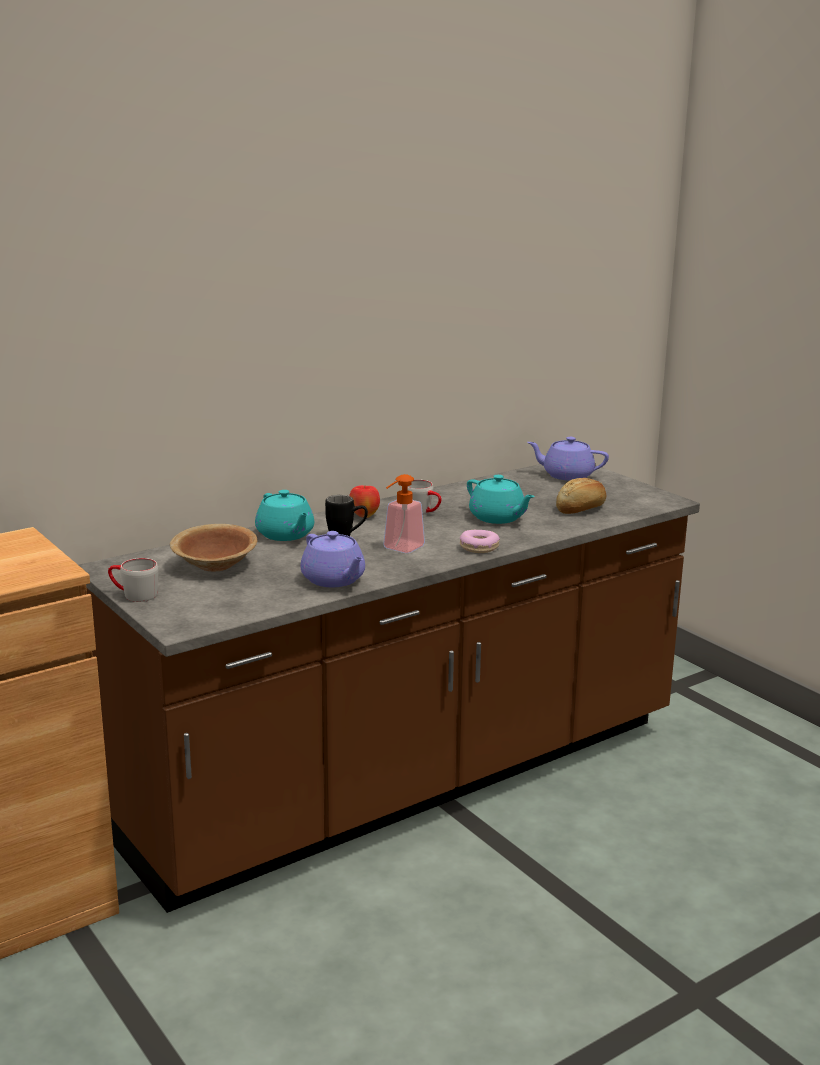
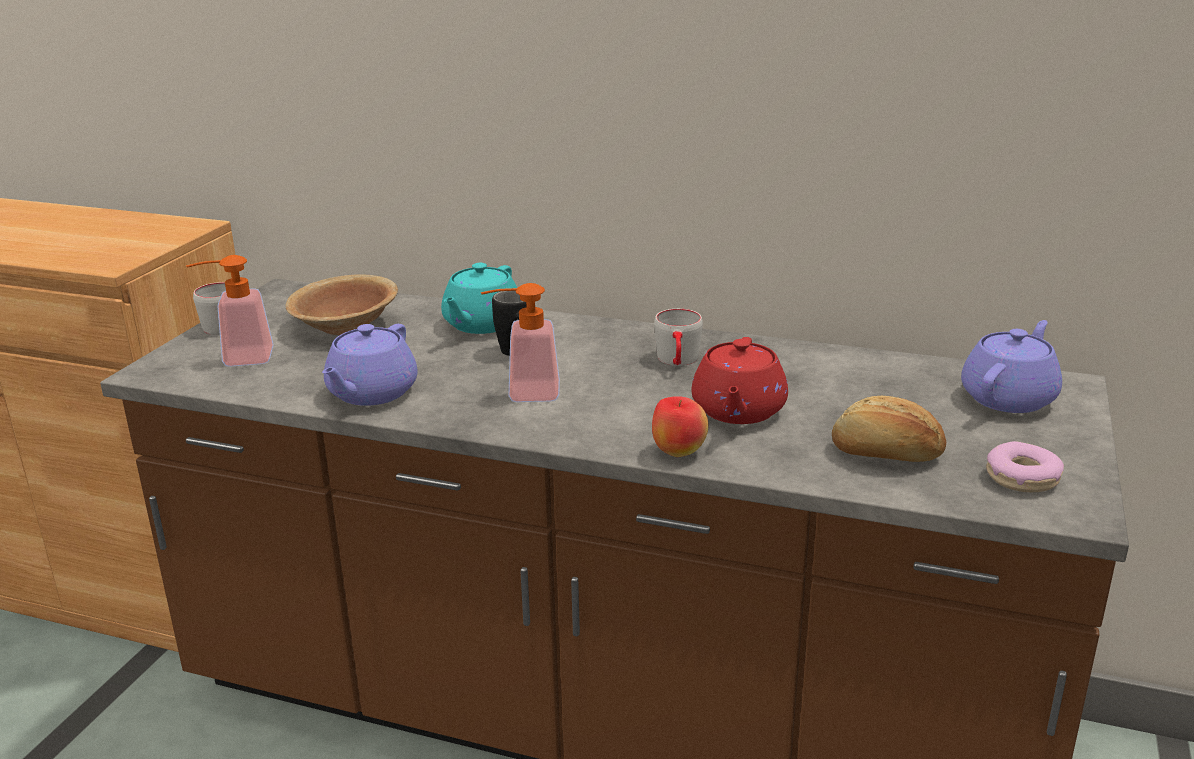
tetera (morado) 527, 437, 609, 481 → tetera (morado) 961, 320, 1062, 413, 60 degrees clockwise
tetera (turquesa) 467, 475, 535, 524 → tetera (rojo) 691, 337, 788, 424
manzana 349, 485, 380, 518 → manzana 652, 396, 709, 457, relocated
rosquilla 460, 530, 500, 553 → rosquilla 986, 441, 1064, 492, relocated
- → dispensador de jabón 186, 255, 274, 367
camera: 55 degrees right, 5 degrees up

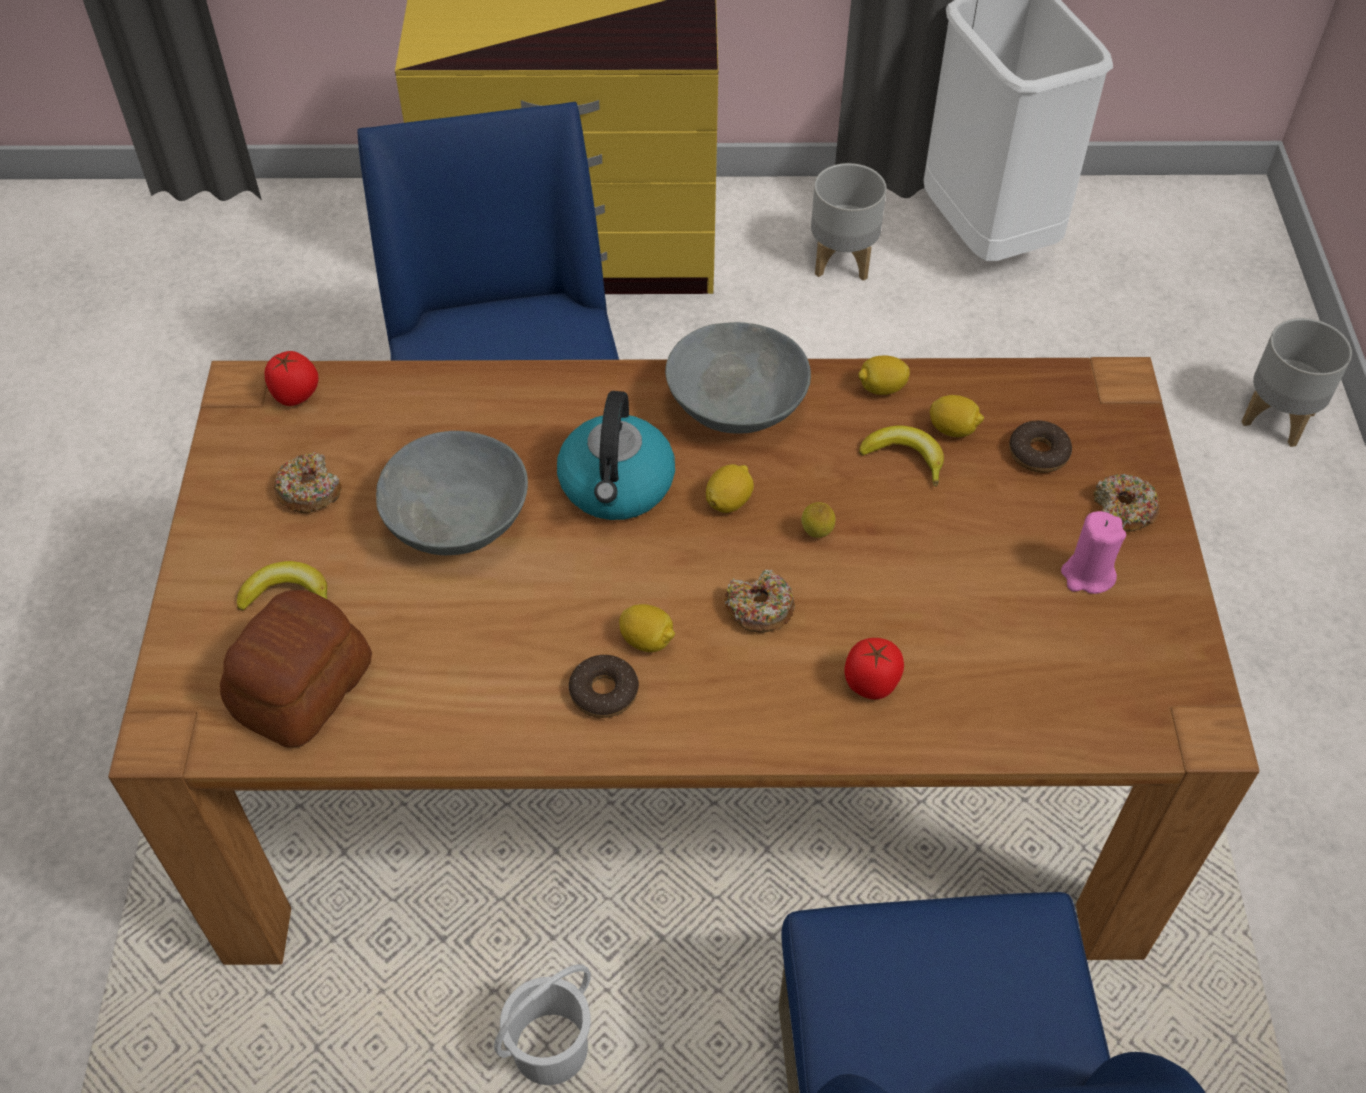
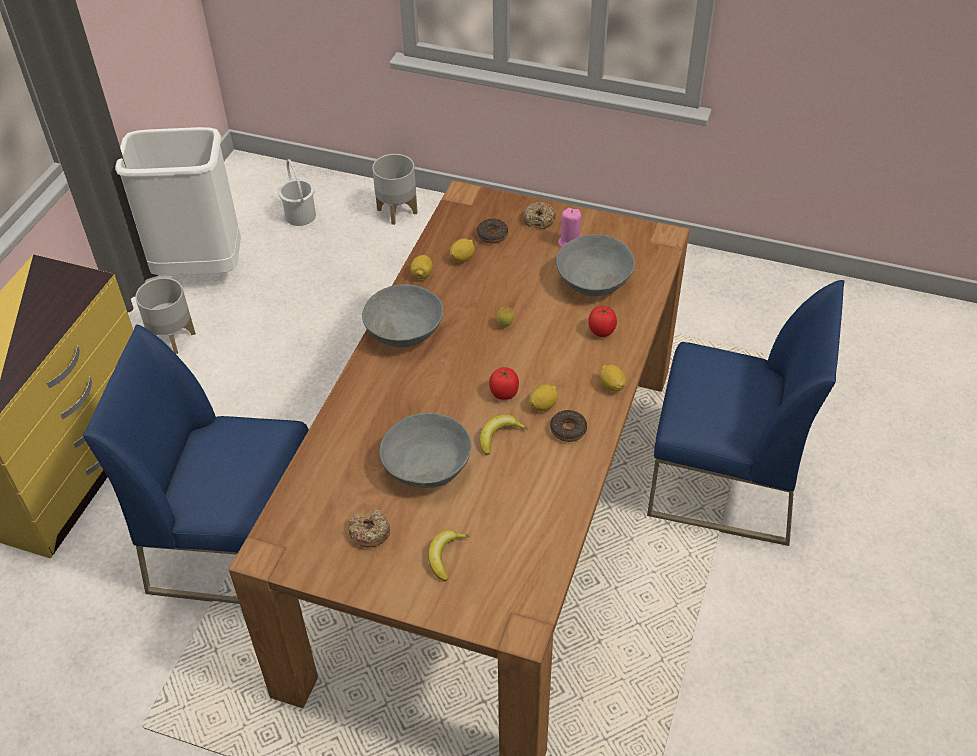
tomate 264, 351, 319, 406 → tomate 489, 367, 519, 400, relocated
hervidor 557, 391, 675, 520 → -
plátano 859, 425, 944, 487 → plátano 480, 414, 528, 455, relocated
limón 706, 464, 754, 513 → limón 600, 365, 626, 392, relocated
rosquilla 725, 569, 795, 633 → -
pan 220, 590, 372, 748 → -
cubo (blanco) 494, 964, 591, 1085 → cubo (blanco) 278, 159, 316, 226, relocated
- → cuenco (gris) 556, 235, 635, 296
camera: 70 degrees left, 5 degrees down

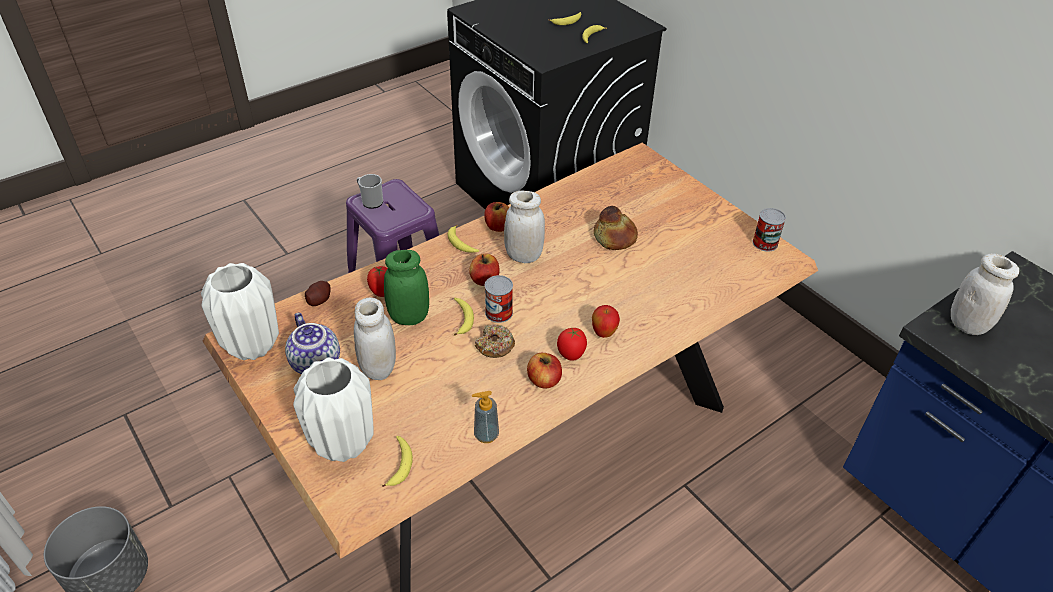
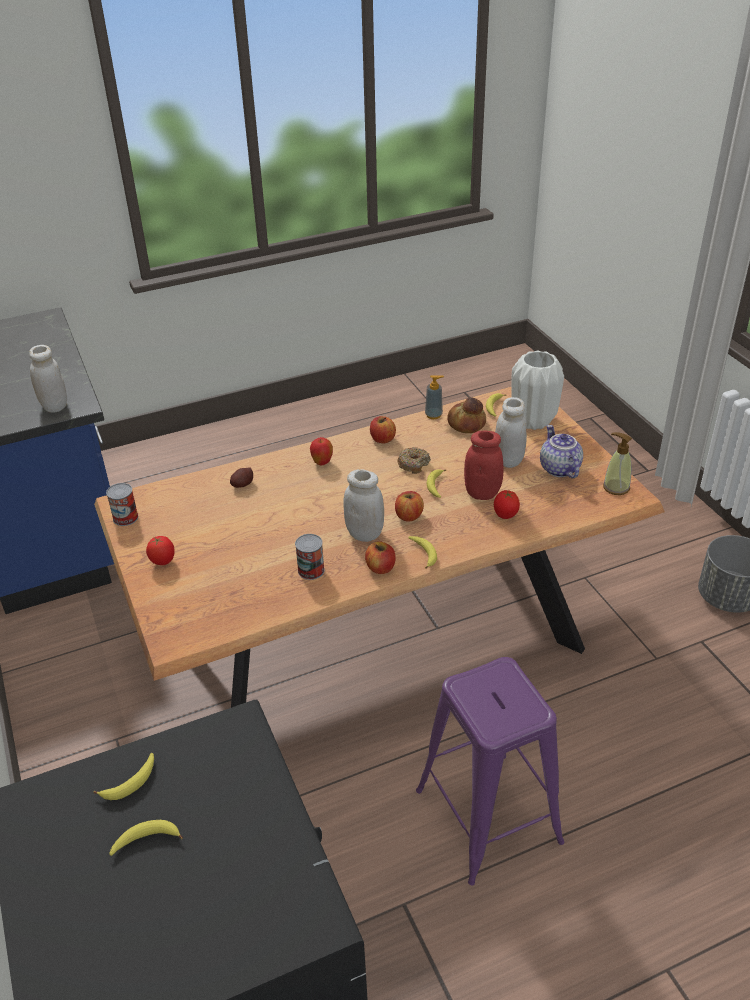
taza grande 357, 174, 383, 209 → -
pan 594, 206, 638, 250 → pan 447, 397, 486, 433, relocated
tarro (verde) 384, 250, 429, 325 → tarro (rojo) 464, 430, 503, 500
florero (blanco) 201, 263, 279, 360 → dispensador de jabón 603, 432, 632, 495
lata 484, 275, 513, 323 → lata 295, 534, 325, 580, relocated
patata 305, 281, 331, 306 → patata 230, 467, 253, 488, relocated
tomate 557, 328, 587, 360 → tomate 146, 536, 175, 565, relocated
camera: 165 degrees left, 5 degrees down

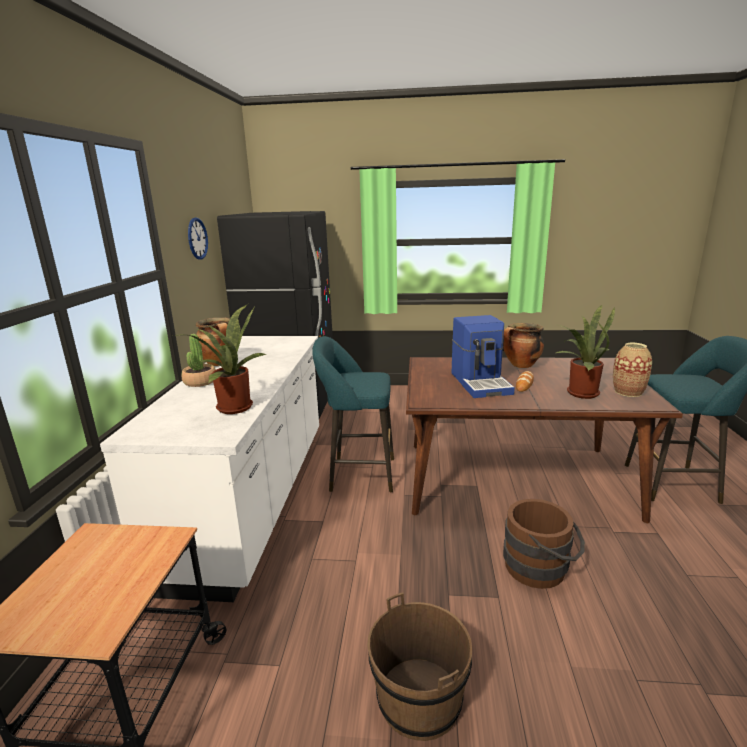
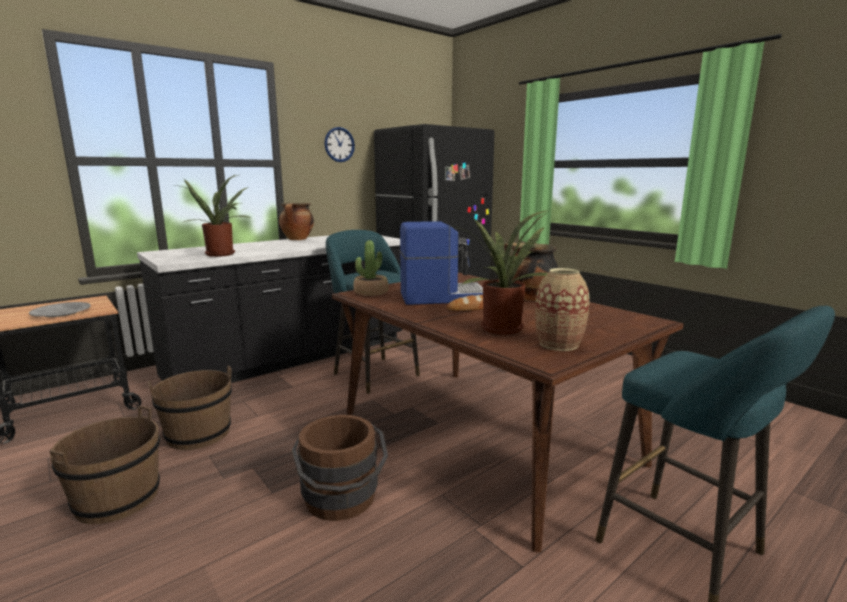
cafetera 452, 315, 515, 398 → cafetera 400, 221, 483, 305, 135 degrees counterclockwise
planta en maceta 182, 334, 216, 387 → planta en maceta 353, 240, 389, 296, relocated
mueble bajo de cocina (blanco) 100, 336, 319, 602 → mueble bajo de cocina (negro) 137, 235, 403, 383
- → plato (gris) 29, 302, 91, 317
- → cubo (marrón) 148, 365, 232, 450
camera: 45 degrees right, 5 degrees down

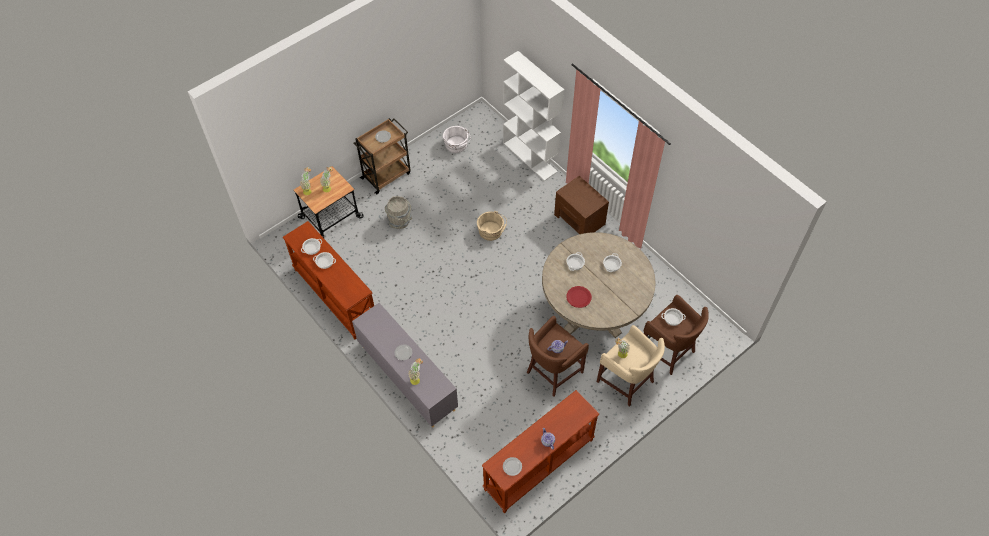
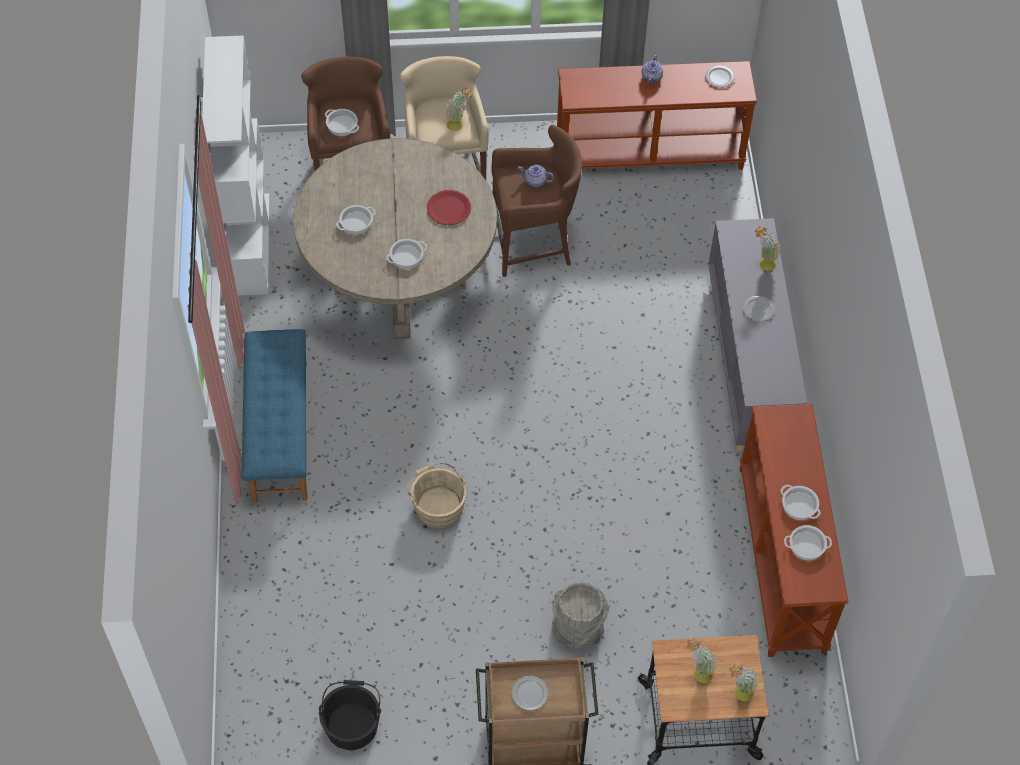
estantería (blanco) 503, 51, 564, 181 → estantería (blanco) 202, 36, 269, 296, relocated
cubo (blanco) 443, 126, 471, 153 → cubo (negro) 319, 680, 381, 750
mesita de noche (marrón) 554, 176, 609, 234 → banco (azul) 242, 329, 307, 503
camera: 145 degrees left, 0 degrees up

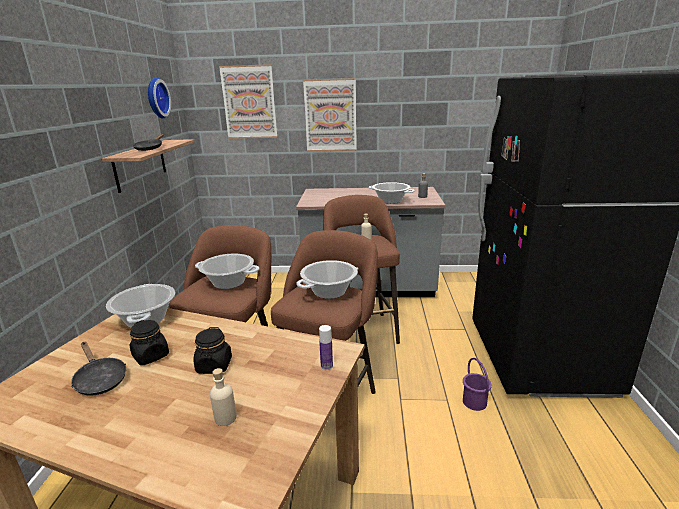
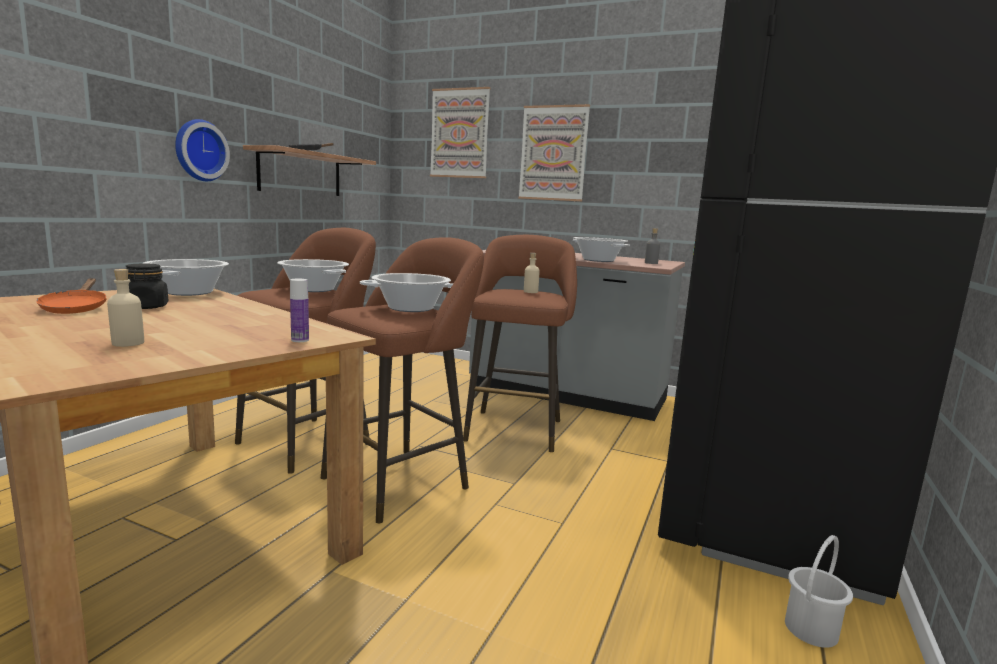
reloj de pared 148, 77, 171, 118 → reloj de pared 175, 119, 230, 181, relocated
tarro (negro) 193, 327, 232, 374 → -
sartén (negro) 71, 342, 126, 396 → sartén (naranja) 36, 278, 107, 314
cubo (morado) 463, 358, 492, 411 → -
- → cubo (blanco) 785, 535, 853, 648
camera: 20 degrees right, 10 degrees down

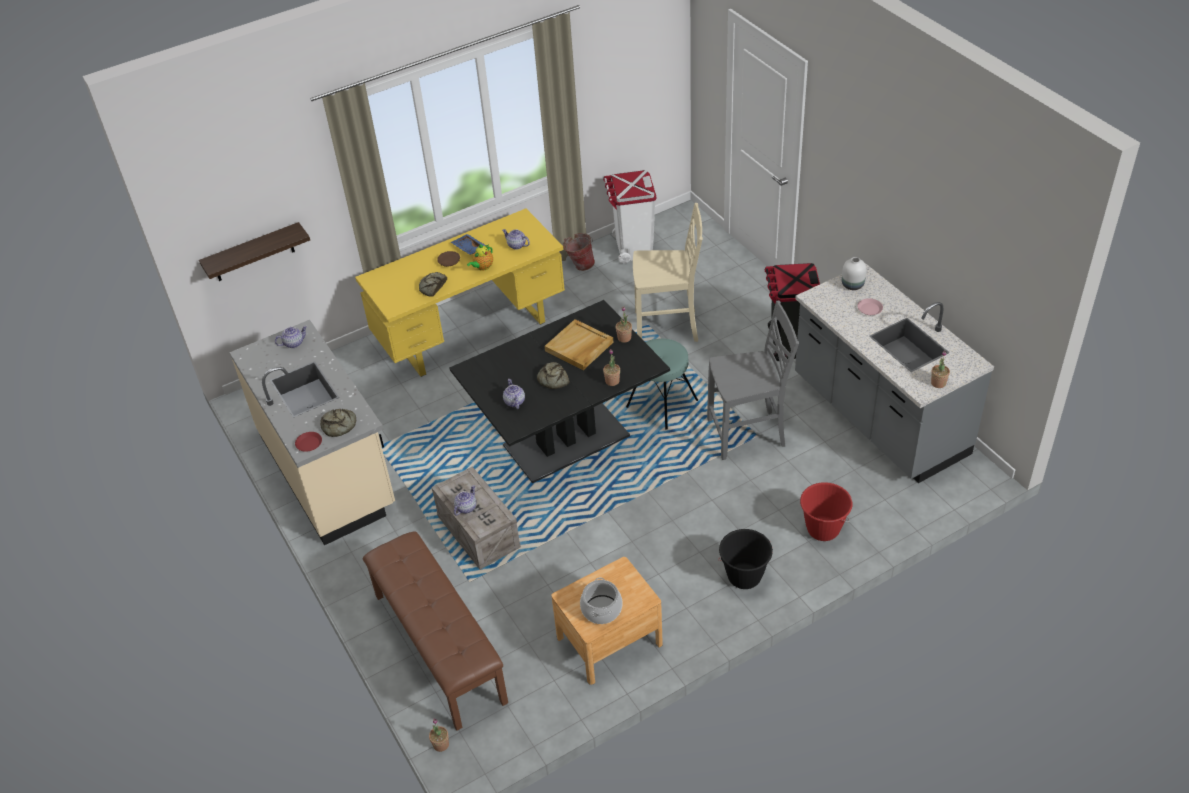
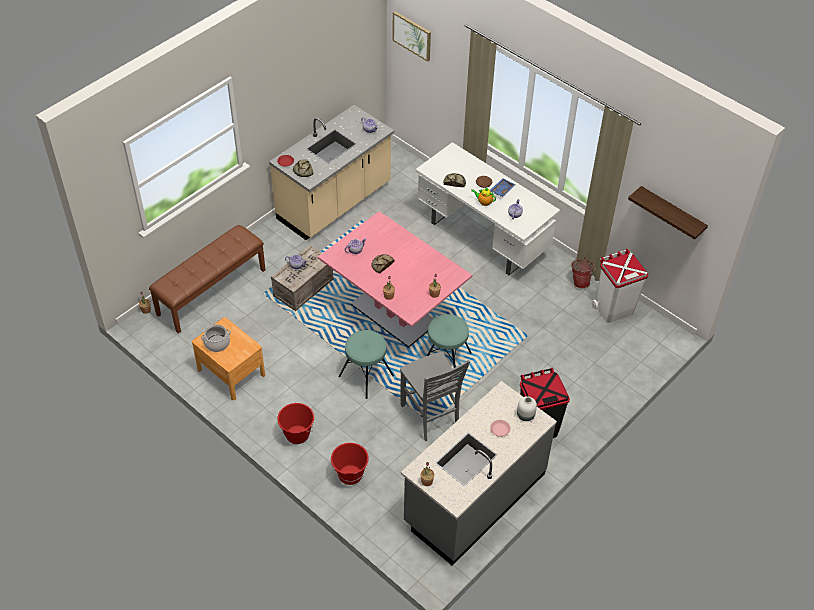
silla (beis) 633, 203, 703, 342 → -
escritorio (amarillo) 355, 209, 565, 377 → escritorio (blanco) 415, 142, 560, 275
estante 199, 222, 310, 281 → estante 628, 186, 708, 240, relocated
mesa de comedor (negro) 450, 300, 670, 483 → mesa de comedor (rosa) 318, 211, 472, 348
bandeja (beis) 545, 319, 613, 370 → -
cubo (negro) 718, 529, 773, 589 → cubo (rojo) 277, 403, 314, 444
- → cuadro 393, 11, 431, 62
- → taburete (turquesa) 339, 330, 394, 399
camera: 70 degrees right, 5 degrees up

